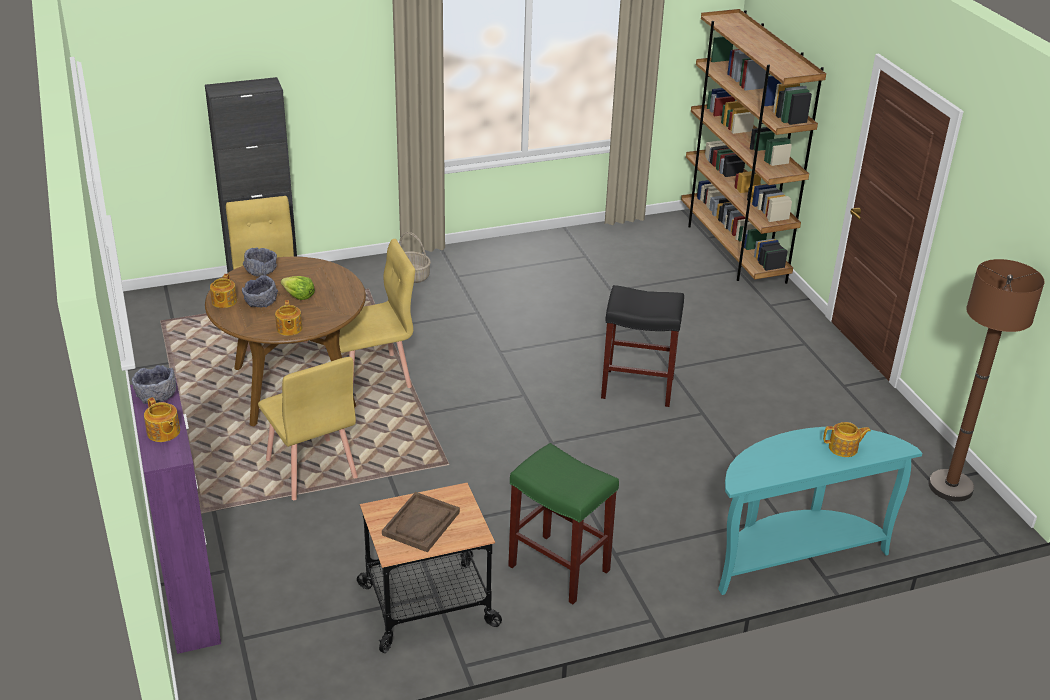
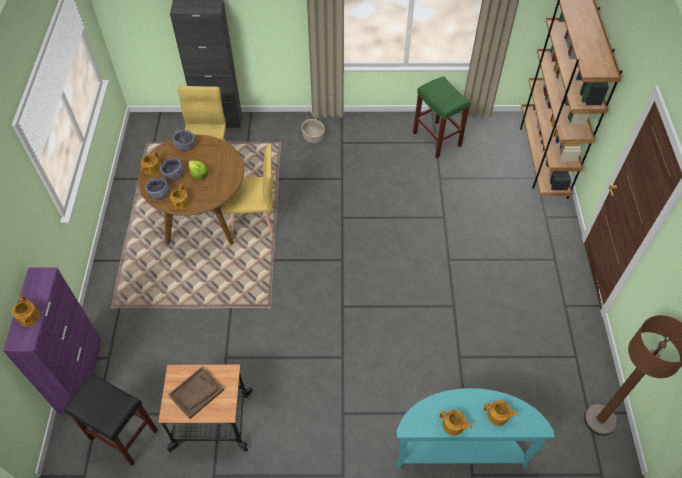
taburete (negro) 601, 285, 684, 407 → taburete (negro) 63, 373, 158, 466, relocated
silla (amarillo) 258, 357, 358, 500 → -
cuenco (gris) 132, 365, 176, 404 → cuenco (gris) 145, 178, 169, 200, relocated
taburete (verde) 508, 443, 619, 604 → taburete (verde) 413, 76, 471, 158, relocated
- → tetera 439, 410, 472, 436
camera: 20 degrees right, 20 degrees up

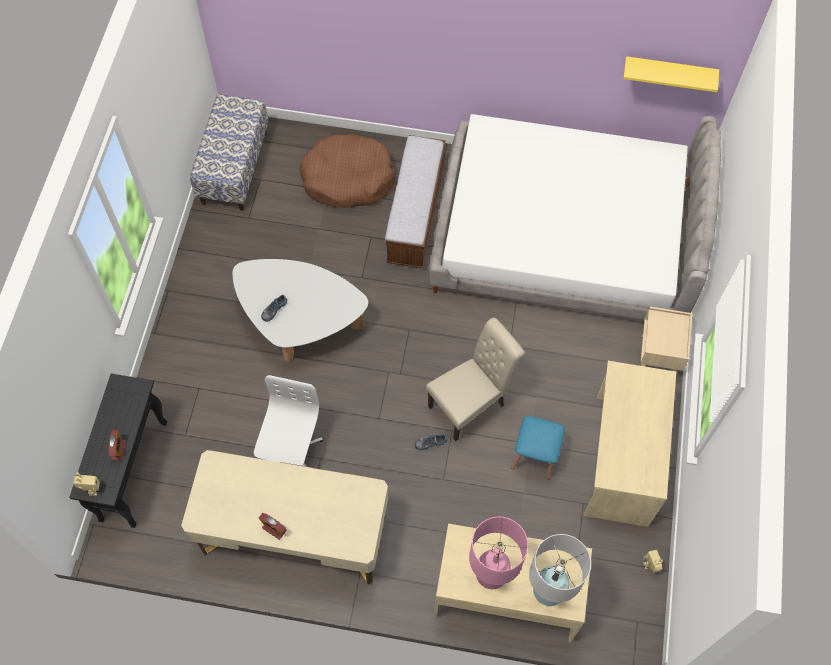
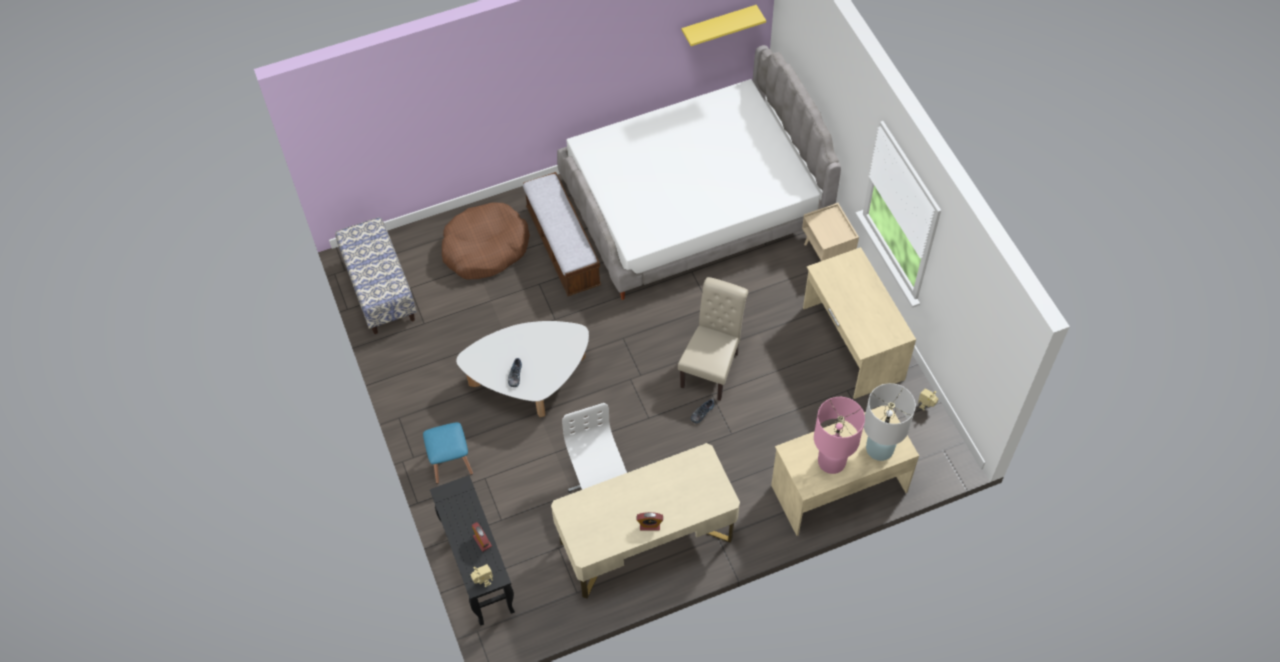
taburete (azul) 511, 416, 565, 480 → taburete (azul) 423, 422, 473, 484, relocated
camera: 30 degrees left, 5 degrees down

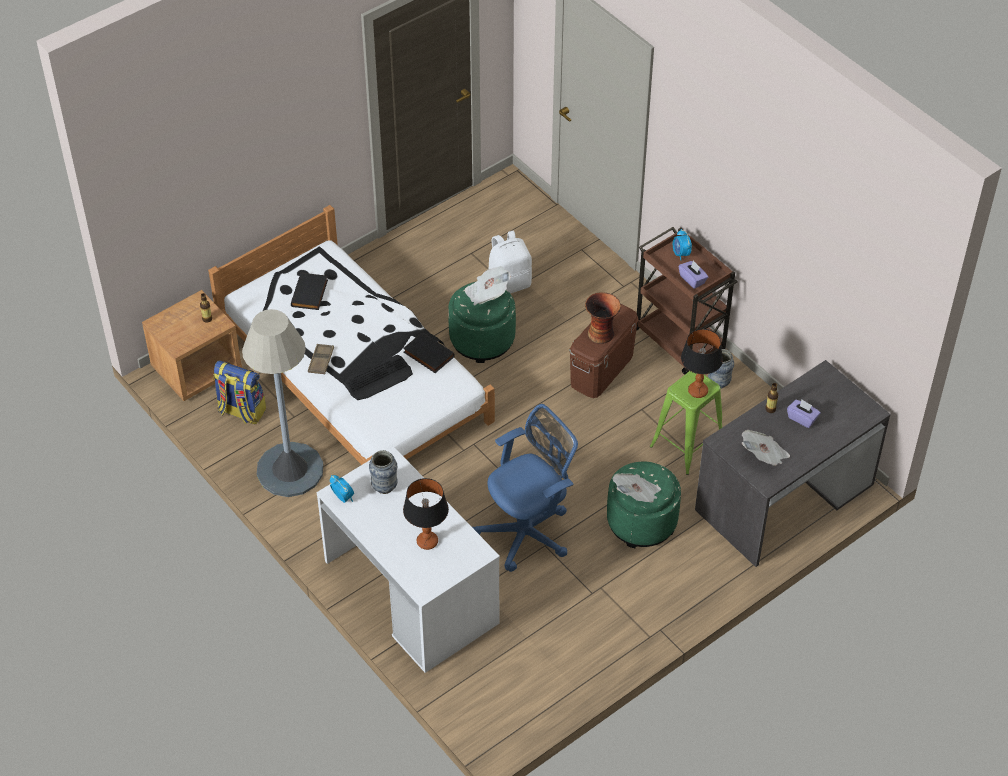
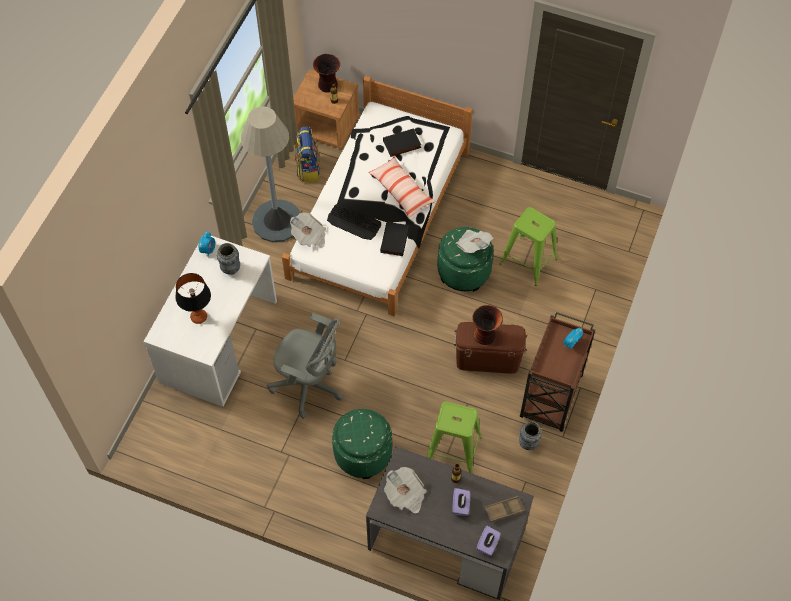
mochila (blanco) 489, 231, 532, 294 → taburete (verde) 499, 207, 558, 286
caja de pañuelos (morado) 679, 260, 708, 289 → caja de pañuelos (morado) 476, 526, 501, 556, relocated
lámpara de mesa 681, 329, 723, 398 → -
bandeja (marrón) 308, 344, 334, 374 → bandeja (marrón) 484, 496, 525, 522, relocated
silla de oficina (azul) 472, 404, 578, 572 → silla de oficina (gris) 267, 313, 343, 419
periódico 613, 473, 661, 503 → periódico 290, 213, 326, 247, relocated
- → florero 313, 54, 340, 93
- → cojín 368, 156, 436, 218
camera: 60 degrees right, 10 degrees up

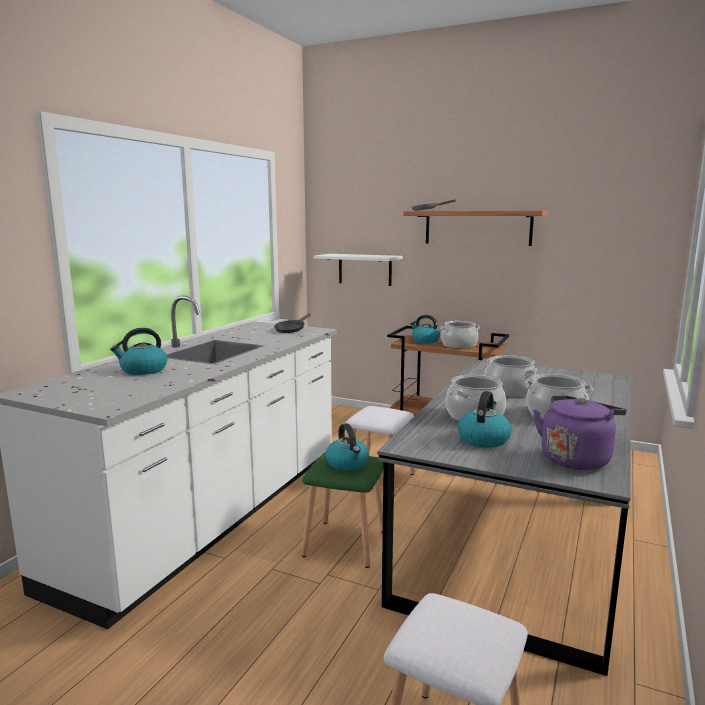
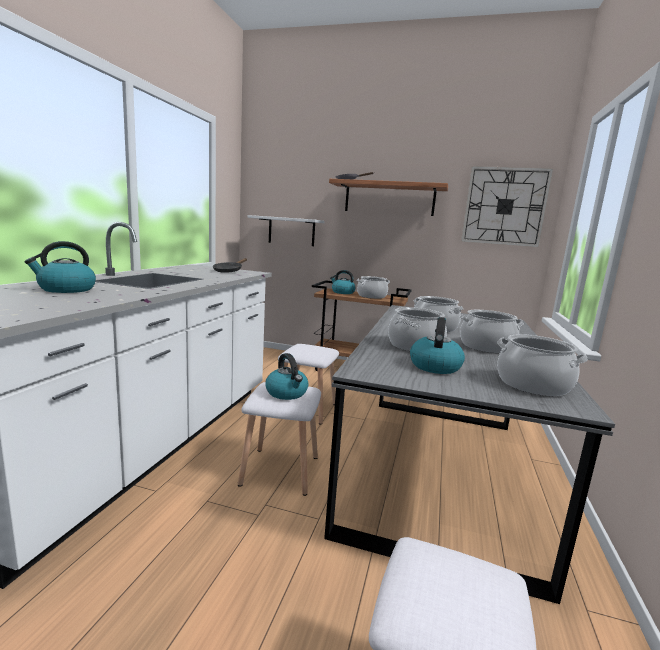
hervidor (morado) 533, 395, 626, 470 → olla 497, 334, 588, 396
taburete (verde) 301, 452, 384, 568 → taburete (blanco) 238, 382, 321, 496
- → reloj de pared 461, 166, 553, 247
camera: 10 degrees left, 0 degrees up

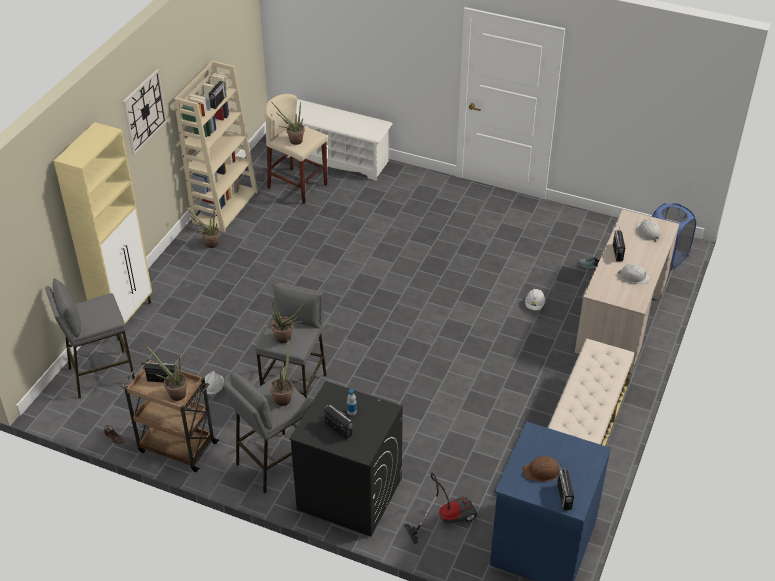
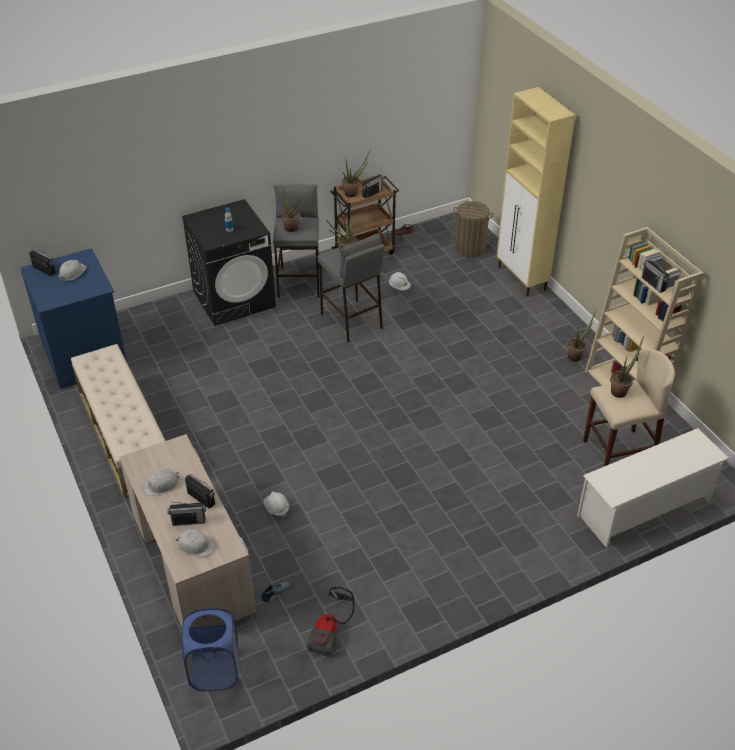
reloj de pared 122, 69, 167, 155 → -
taburete (gris) 45, 278, 135, 399 → cesto de la ropa 454, 201, 493, 257
radio 324, 405, 353, 439 → radio 167, 502, 206, 526, relocated
casco (marrón) 523, 456, 562, 482 → casco (blanco) 59, 260, 87, 281
aspiradora 404, 473, 477, 544 → aspiradora 306, 586, 355, 657, relocated
camera: 130 degrees right, 0 degrees up

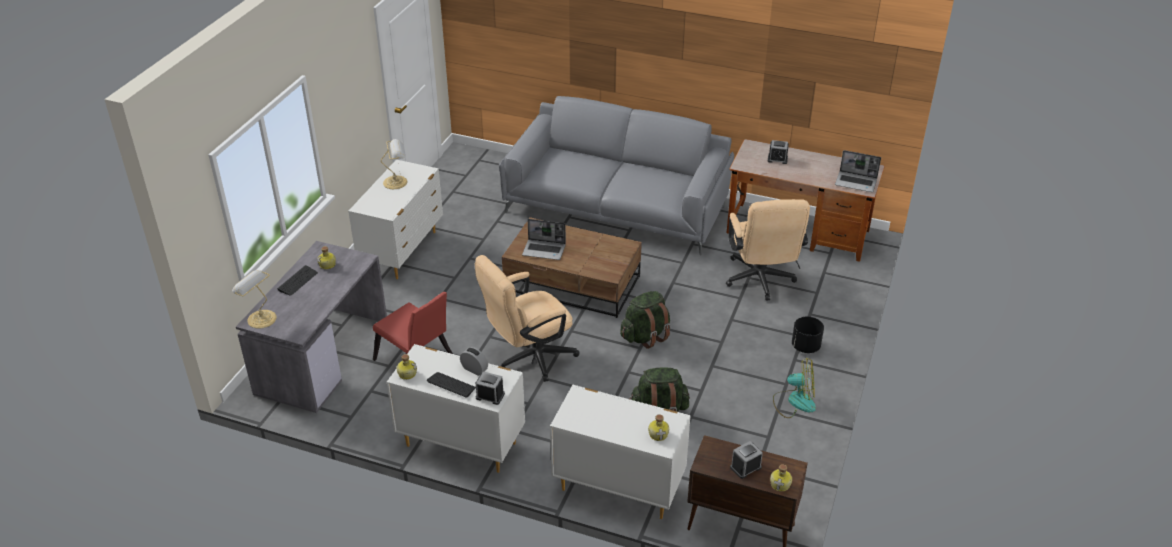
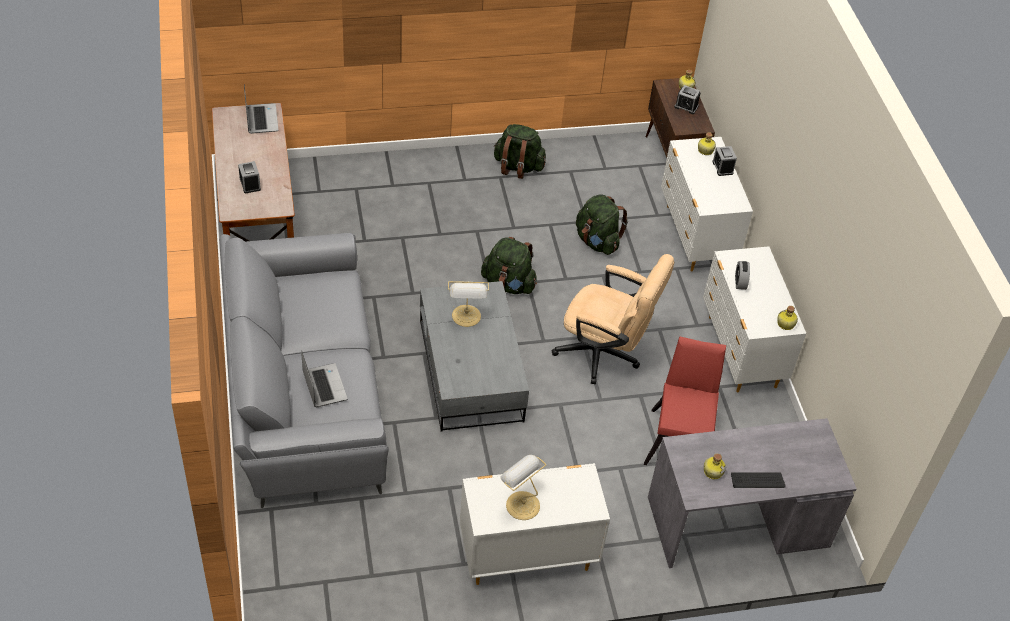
silla de oficina (beis) 726, 199, 810, 300 → -
mesa de centro (marrón) 502, 217, 642, 318 → mesa de centro (gris) 420, 281, 529, 432
portátil 522, 219, 566, 260 → portátil 301, 351, 348, 408, relocated
lámpara de mesa 232, 270, 276, 329 → lámpara de mesa 448, 281, 489, 327, relocated
maceta (negro) 792, 316, 824, 353 → -
ventilador 773, 358, 816, 418 → mochila (verde) 493, 124, 546, 179
teclado 427, 372, 476, 398 → -
despertador 476, 372, 505, 405 → despertador 712, 146, 737, 176, relocated
camera: 125 degrees left, 10 degrees up

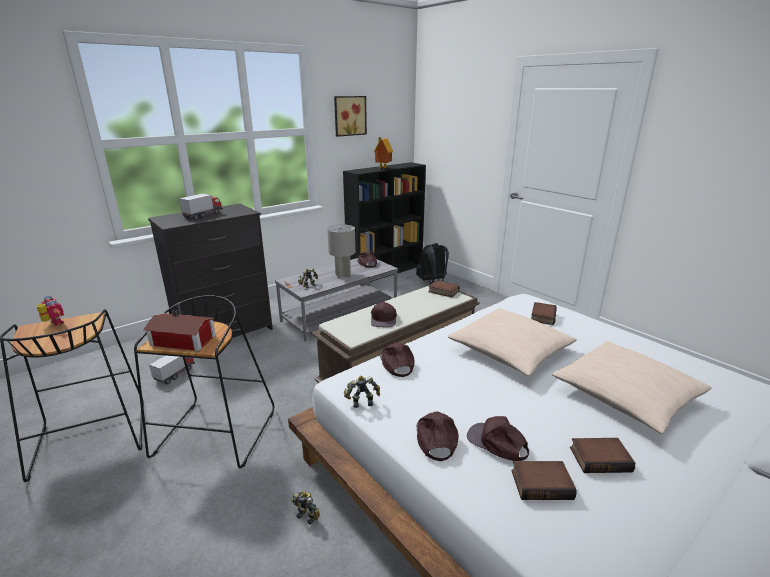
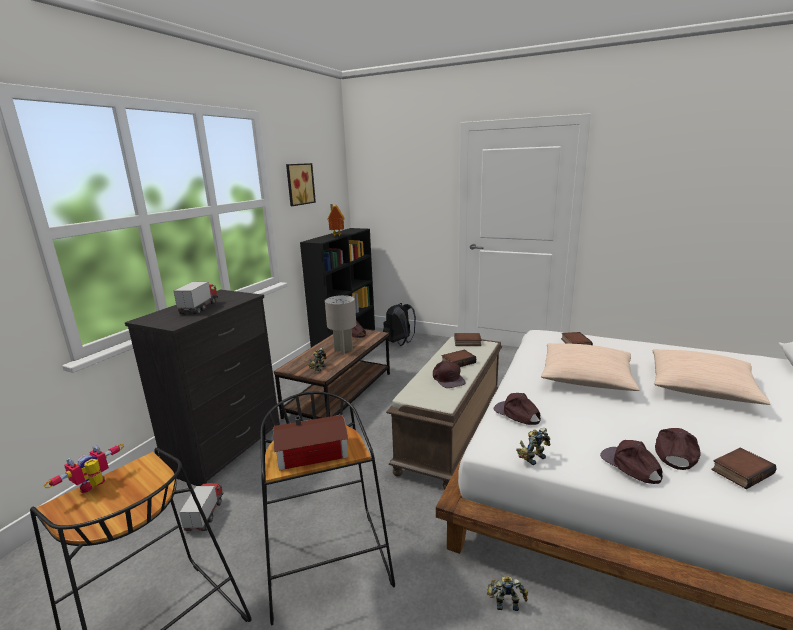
mesa de centro (gris) 275, 258, 398, 342 → mesa de centro (marrón) 274, 329, 390, 419
robot de juguete 36, 295, 64, 326 → robot de juguete 44, 444, 124, 493, 75 degrees counterclockwise
gorra (marrón) 467, 416, 529, 461 → gorra (marrón) 655, 428, 701, 470, 105 degrees clockwise
libro 570, 438, 635, 473 → libro 441, 350, 476, 367, relocated
camera: 25 degrees left, 5 degrees down

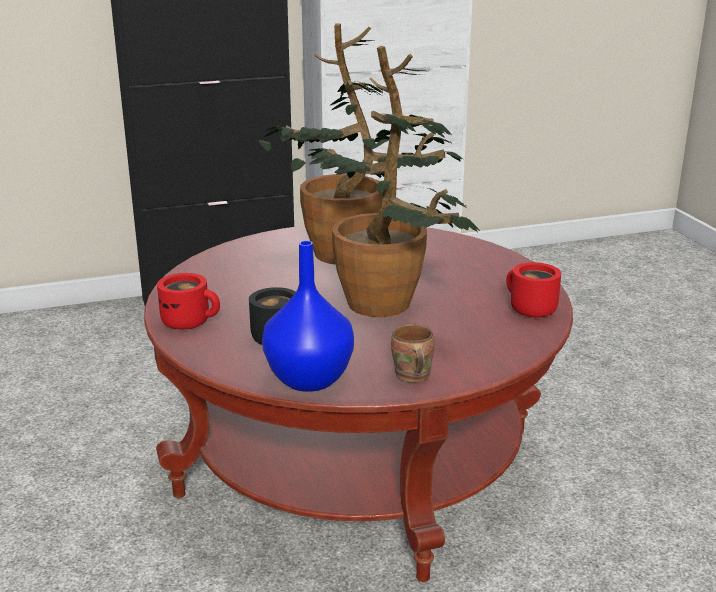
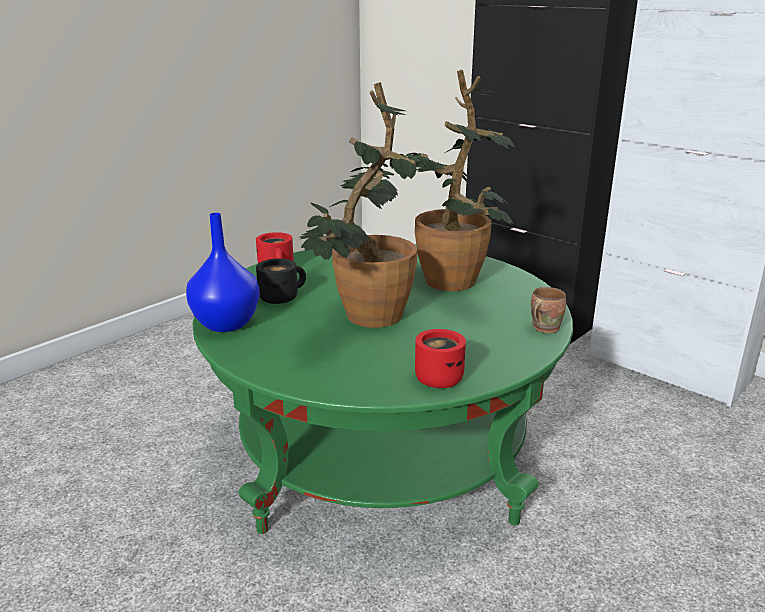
mesa de centro (rojo) 144, 225, 573, 582 → mesa de centro (verde) 193, 244, 573, 534
taza grande (marrón) 391, 324, 435, 383 → taza grande (marrón) 531, 287, 566, 333, relocated
camera: 60 degrees right, 0 degrees up

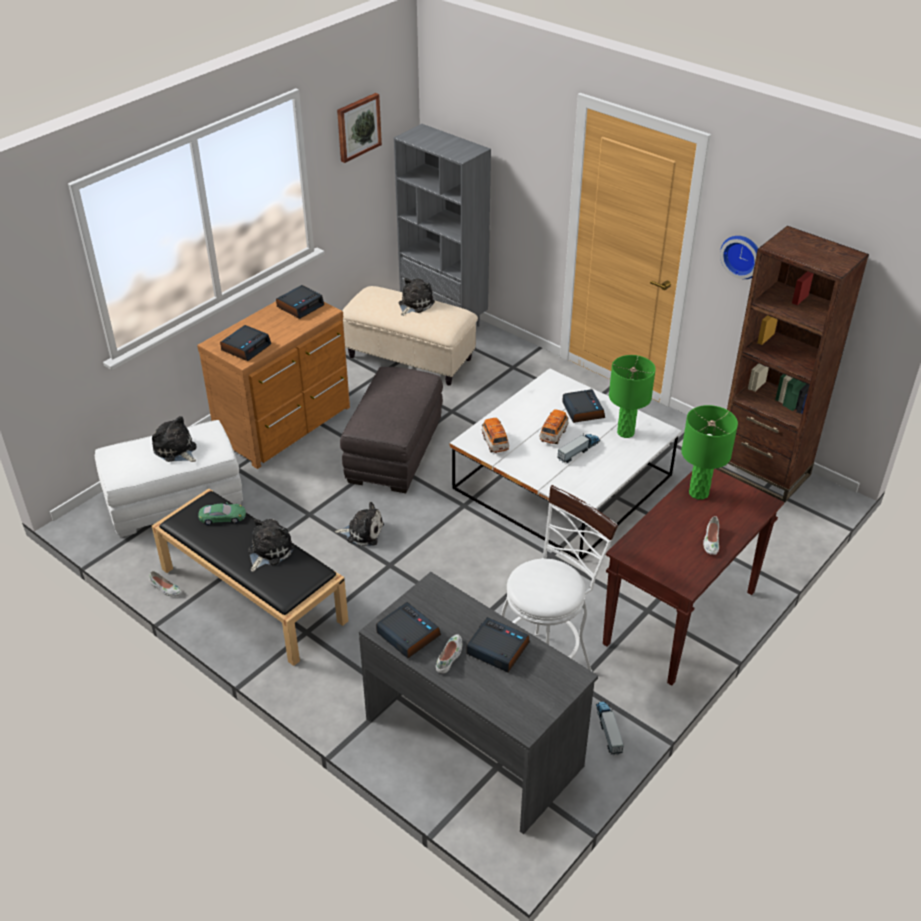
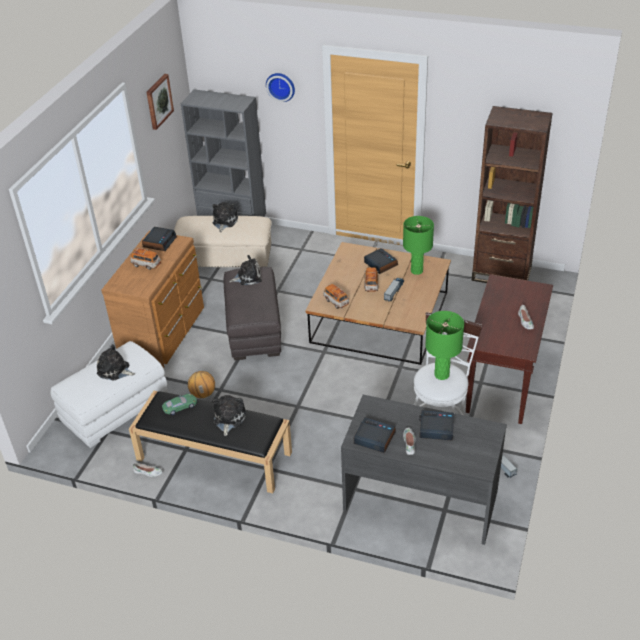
reloj de pared 720, 236, 758, 279 → reloj de pared 266, 73, 295, 102, relocated
despertador 220, 325, 271, 361 → -
mesa de centro (blanco) 450, 368, 682, 560 → mesa de centro (marrón) 305, 242, 451, 365
lámpara de mesa (verde) 681, 405, 738, 499 → lámpara de mesa (verde) 425, 311, 464, 380, relocated
peluche 335, 502, 384, 546 → peluche 229, 255, 262, 285, relocated
- → coche de juguete 131, 248, 161, 270
- → balón de baloncesto 188, 371, 215, 398
camera: 20 degrees left, 0 degrees up

